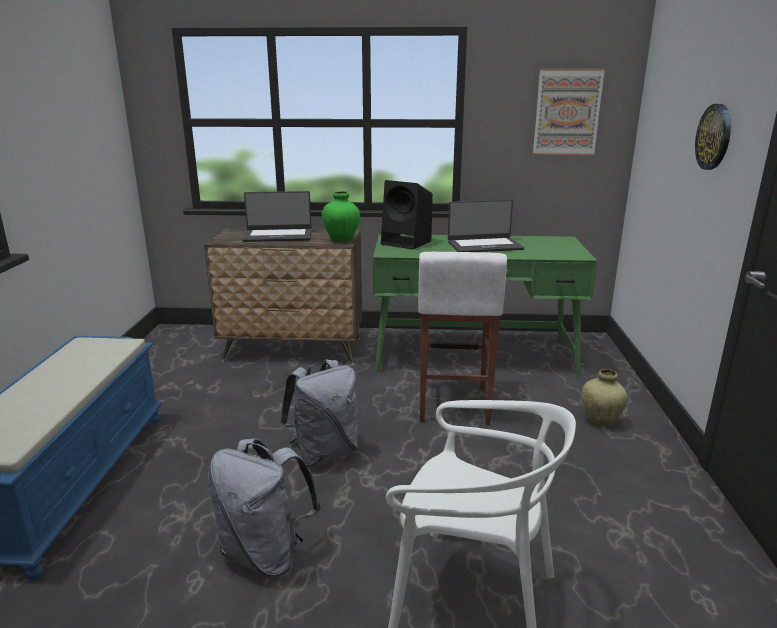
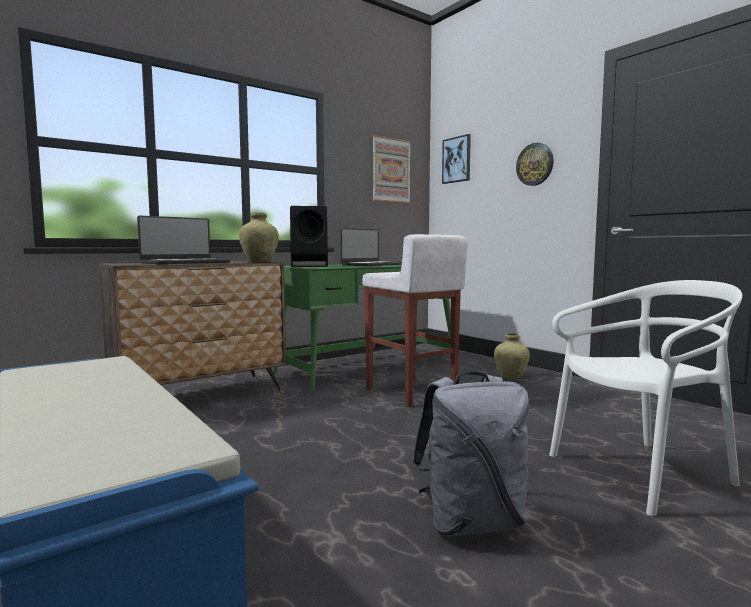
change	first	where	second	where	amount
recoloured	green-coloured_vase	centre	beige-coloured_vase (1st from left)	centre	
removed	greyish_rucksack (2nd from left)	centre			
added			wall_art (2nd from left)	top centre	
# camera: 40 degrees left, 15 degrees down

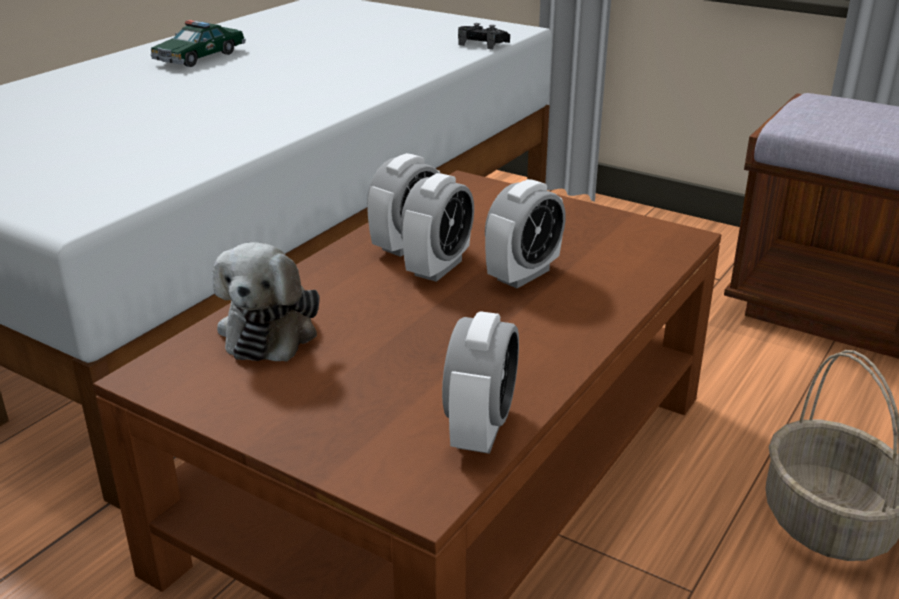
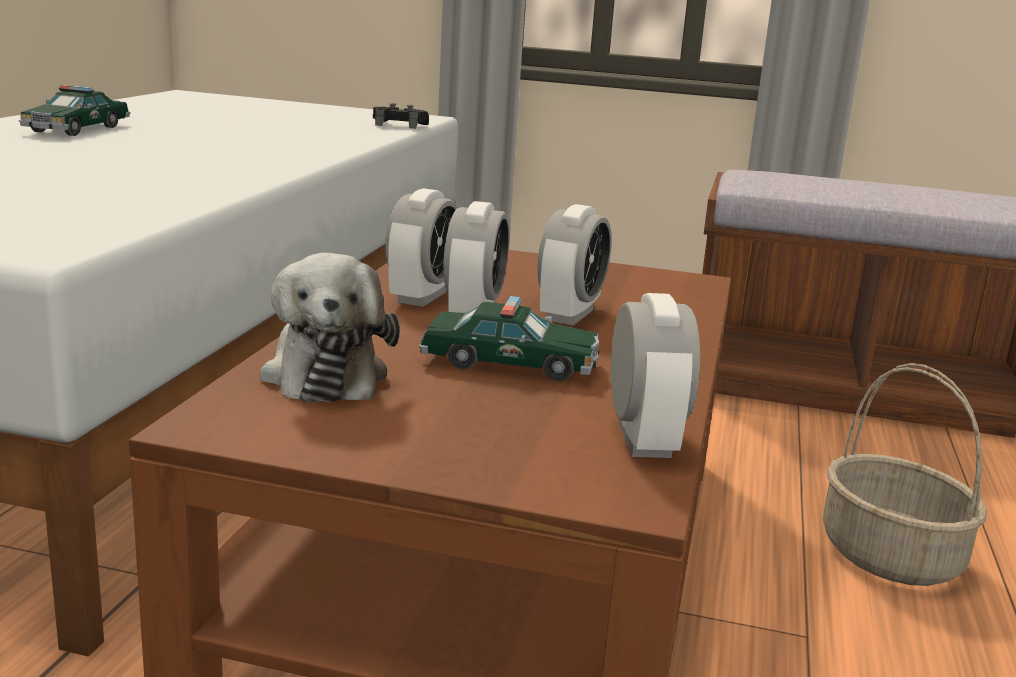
change	first	where	second	where	amount
added			miniature_car (2nd from left)	centre	
# camera: 20 degrees left, 10 degrees down

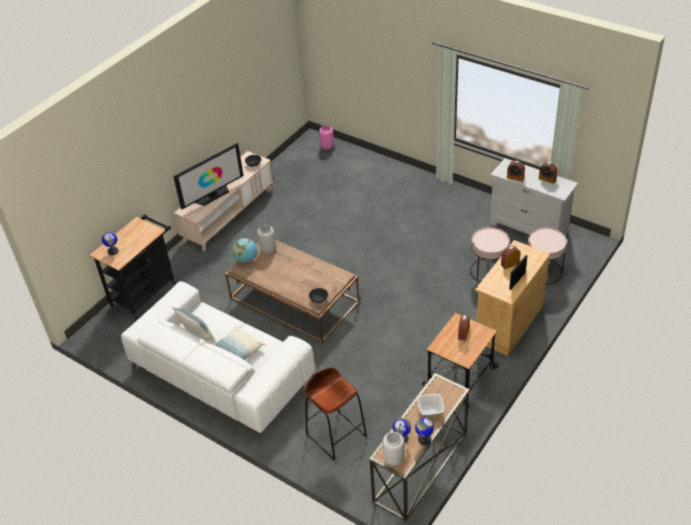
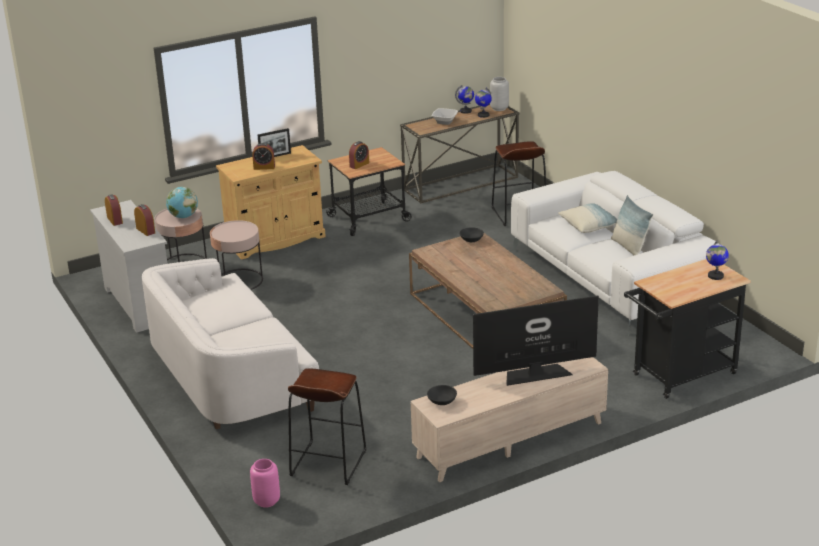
change	first	where	second	where	amount
removed	greyish_vase (1st from left)	centre			
moved	world_globe (2nd from left in the first image)	centre	world_globe (1st from left)	middle left	
added			whitish_sofa (1st from left)	middle left	
added			brown_stool_seat (1st from left)	bottom centre	
# camera: 155 degrees left, 15 degrees down

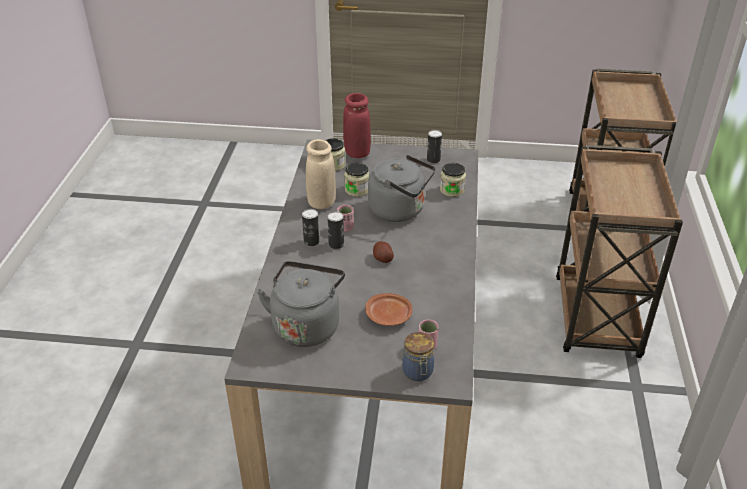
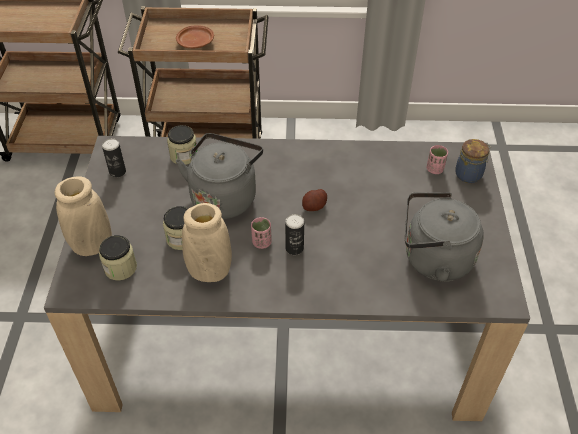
change	first	where	second	where	amount
recoloured	red_vase	top centre	beige-coloured_vase (1st from left)	middle left	
removed	can (1st from left)	centre			
moved	brown_dinner_plate	centre		top centre	
# camera: 95 degrees left, 10 degrees up

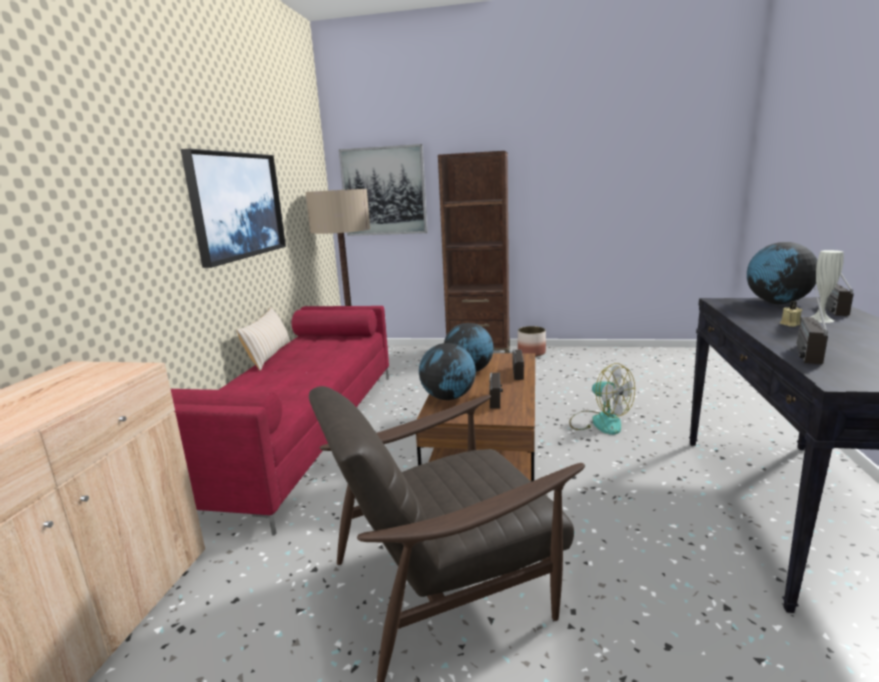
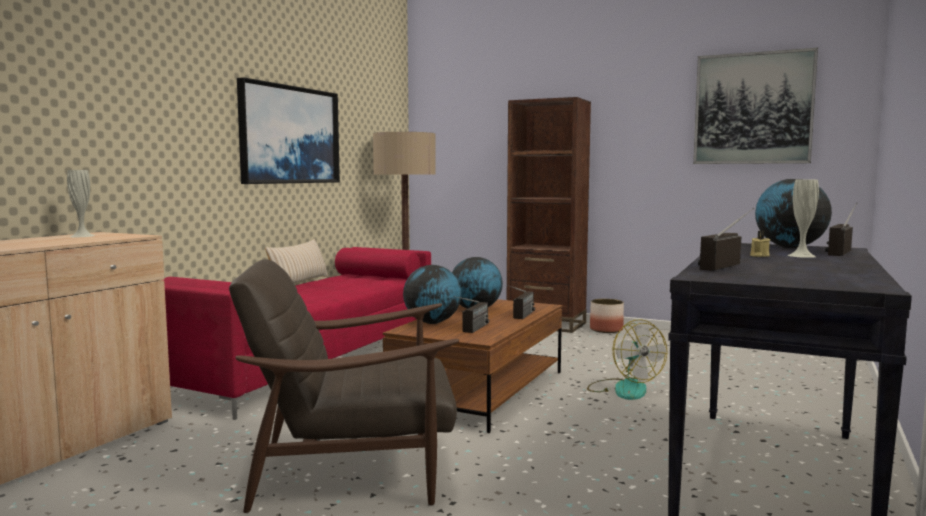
change	first	where	second	where	amount
moved	wall_art (2nd from left)	top centre		top right	
added			whitish_vase (1st from left)	middle left	
# camera: 15 degrees right, 10 degrees down

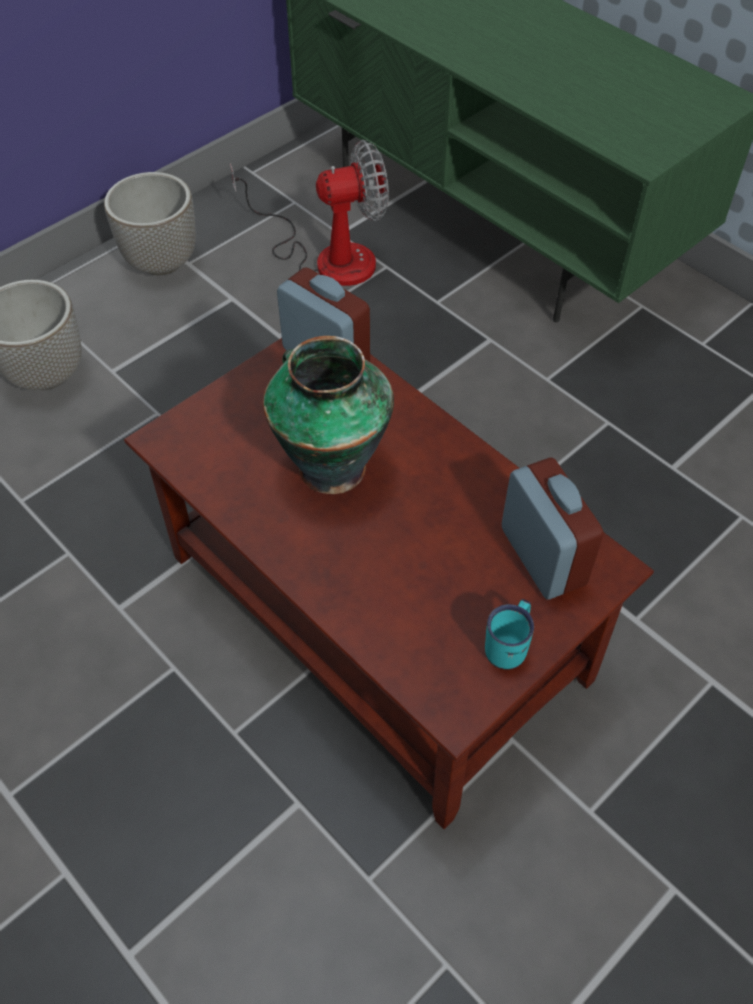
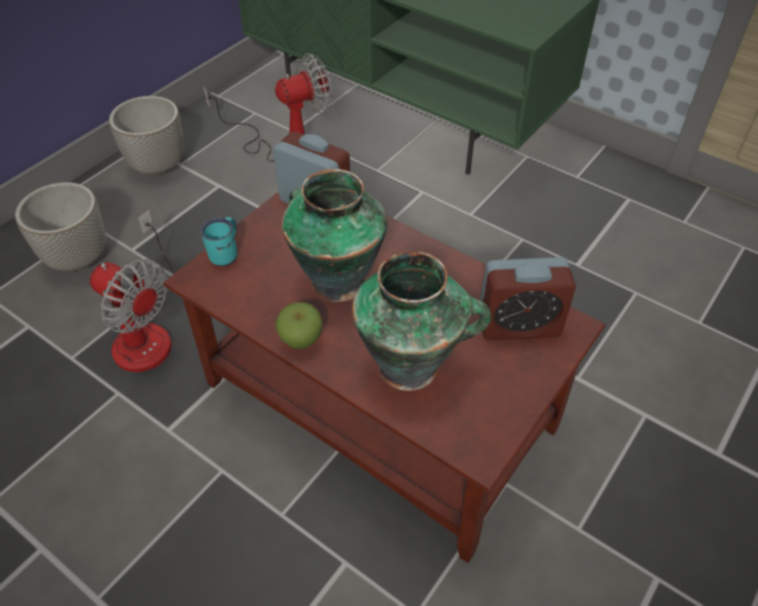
change	first	where	second	where	amount
turned	table_clock (2nd from left)	middle right		middle right	120 degrees clockwise
moved	turquoise_tea_mug	middle right		middle left	
added			fan (1st from left)	middle left	
added			vase (2nd from left)	centre	
added			apple_fruit	centre	
# camera: 10 degrees left, 5 degrees down

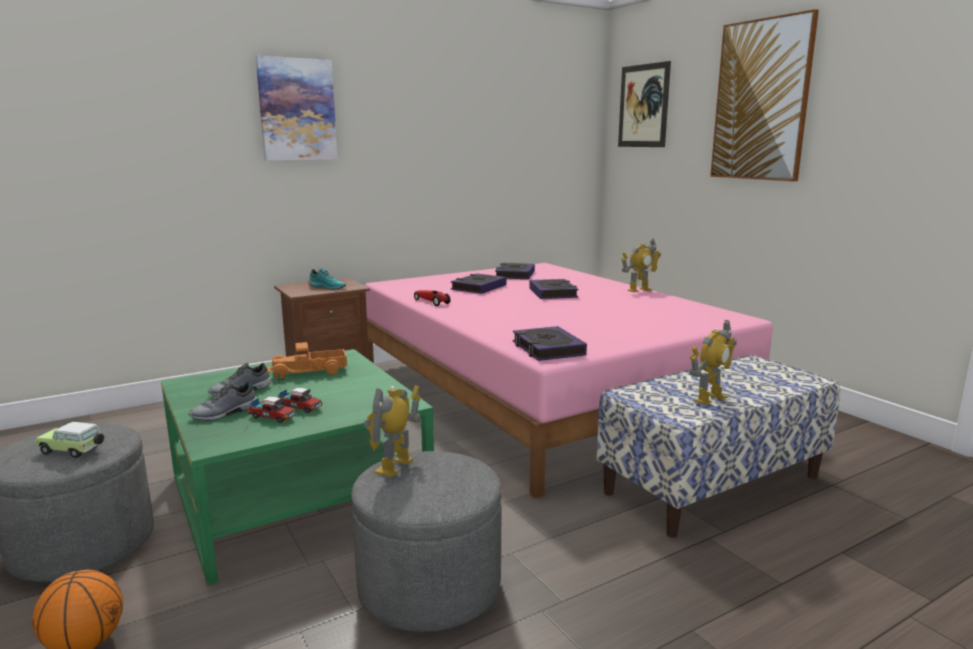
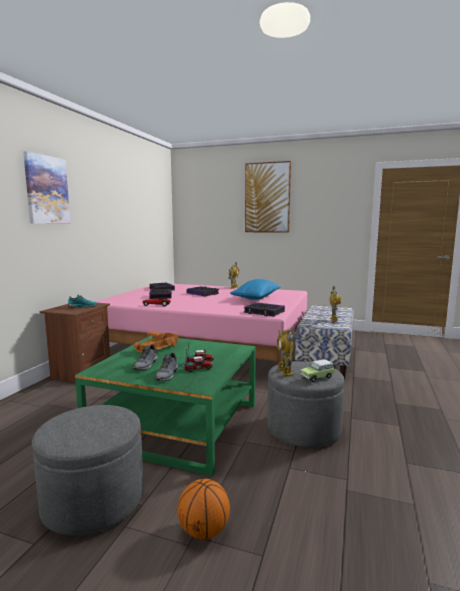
change	first	where	second	where	amount
removed	wall_art (2nd from left)	top centre			
moved	miniature_car (1st from left in the first image)	bottom left	miniature_car (2nd from left)	middle right	
added			bluish_pillow	centre	
# camera: 40 degrees left, 5 degrees down

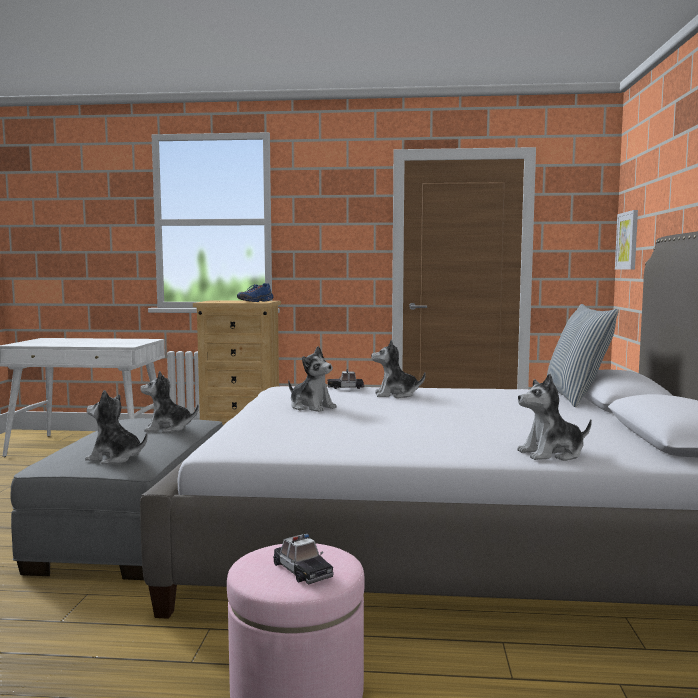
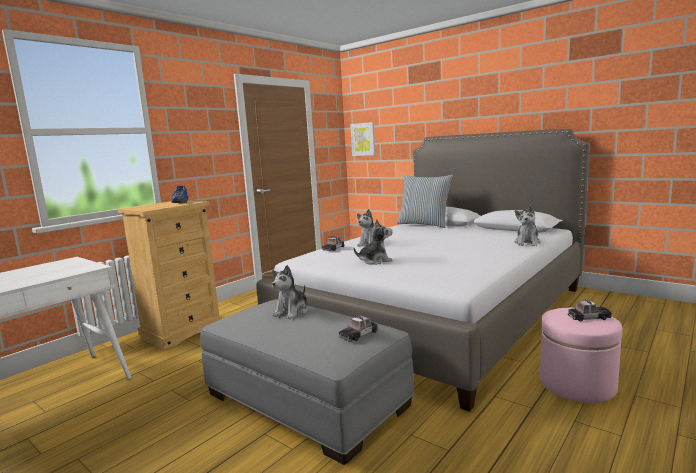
change	first	where	second	where	amount
replaced	cuddly_toy (1st from left)	middle left	miniature_car (2nd from left)	bottom centre	
# camera: 55 degrees left, 5 degrees up

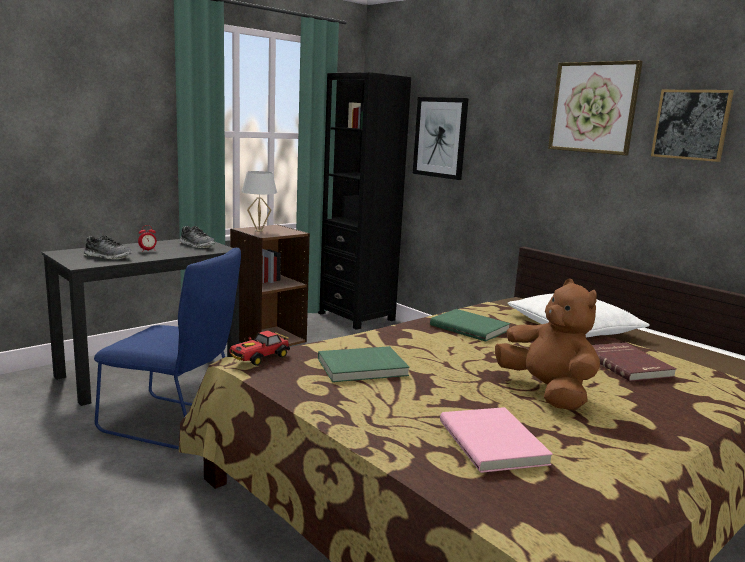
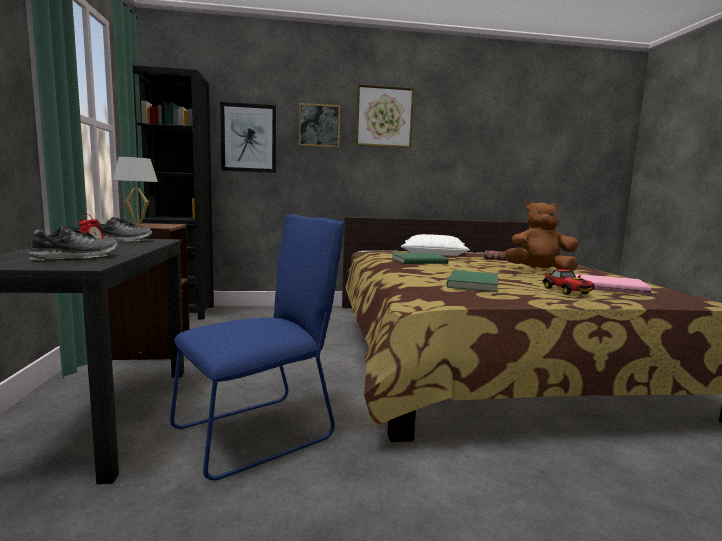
change	first	where	second	where	amount
moved	wall_art (3rd from left in the first image)	top right	wall_art (2nd from left)	top centre	
moved	miniature_car	centre		middle right	
# camera: 55 degrees left, 5 degrees down

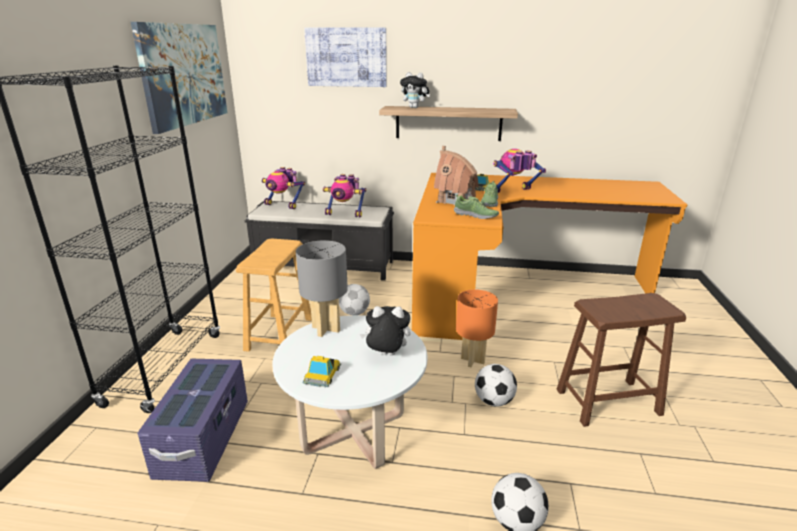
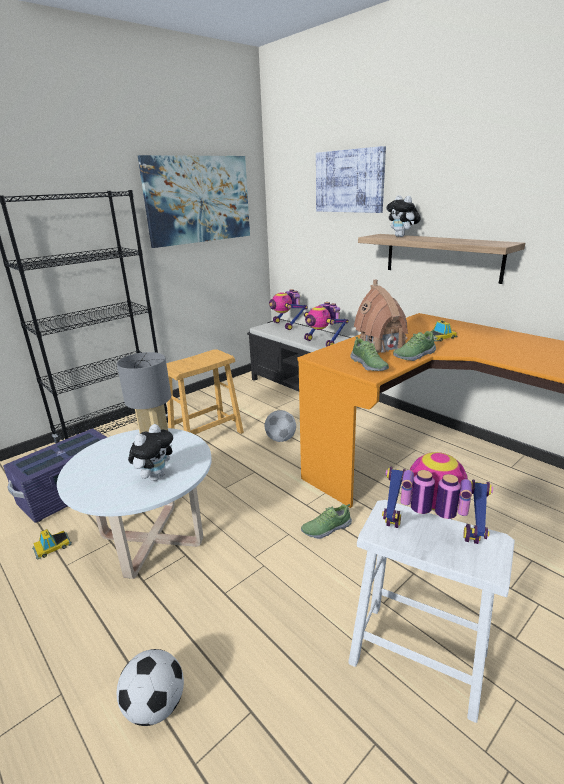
change	first	where	second	where	amount
moved	robot_figure (3rd from left)	top centre		middle right	
replaced	orange_table_lamp	centre	low_shoe (1st from left)	centre	
recoloured	brown_stool_seat (2nd from left)	bottom right	whitish_stool_seat	bottom right	
turned	cuddly_toy (1st from left)	centre		middle left	75 degrees clockwise
moved	miniature_car (1st from left)	bottom centre		bottom left	
removed	football (2nd from left)	bottom centre			
# camera: 40 degrees right, 0 degrees up

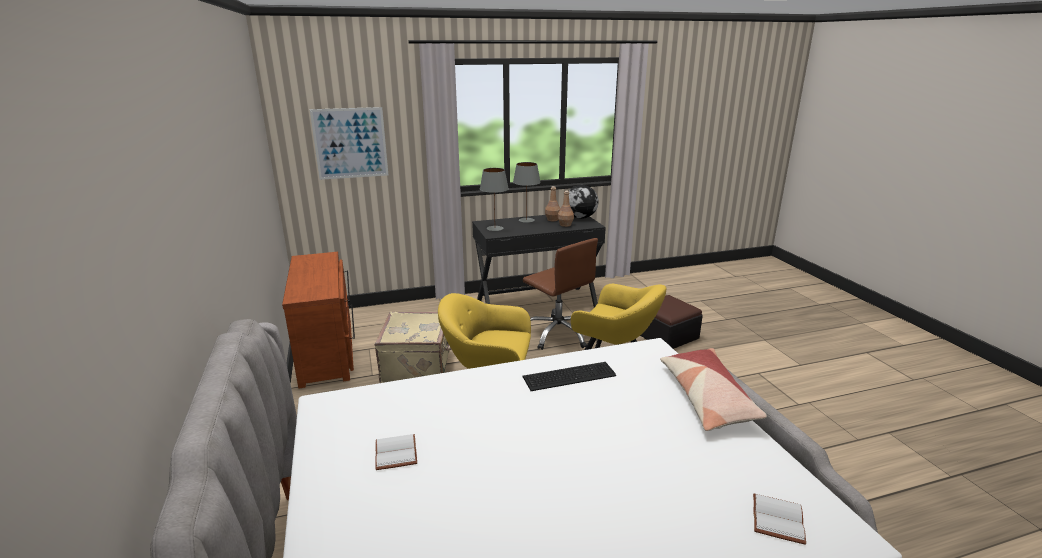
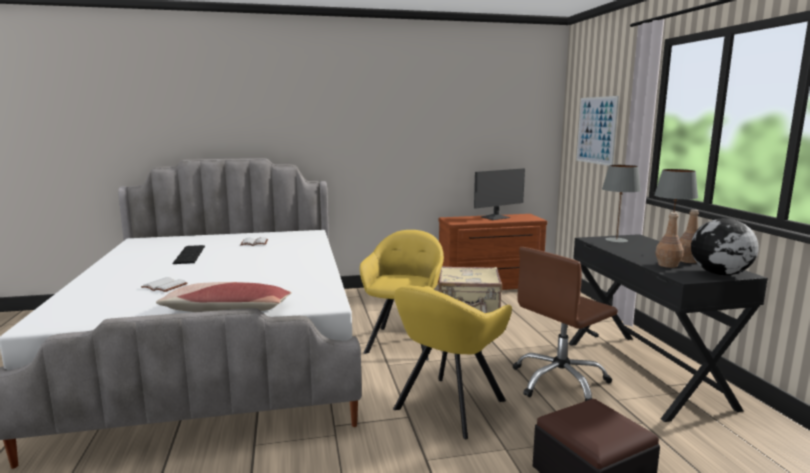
change	first	where	second	where	amount
moved	computer_keyboard	bottom centre		middle left	
moved	whitish_volume (2nd from left in the first image)	bottom right	whitish_volume (1st from left)	middle left	
added			computer_screen	centre	
# camera: 95 degrees right, 10 degrees down

